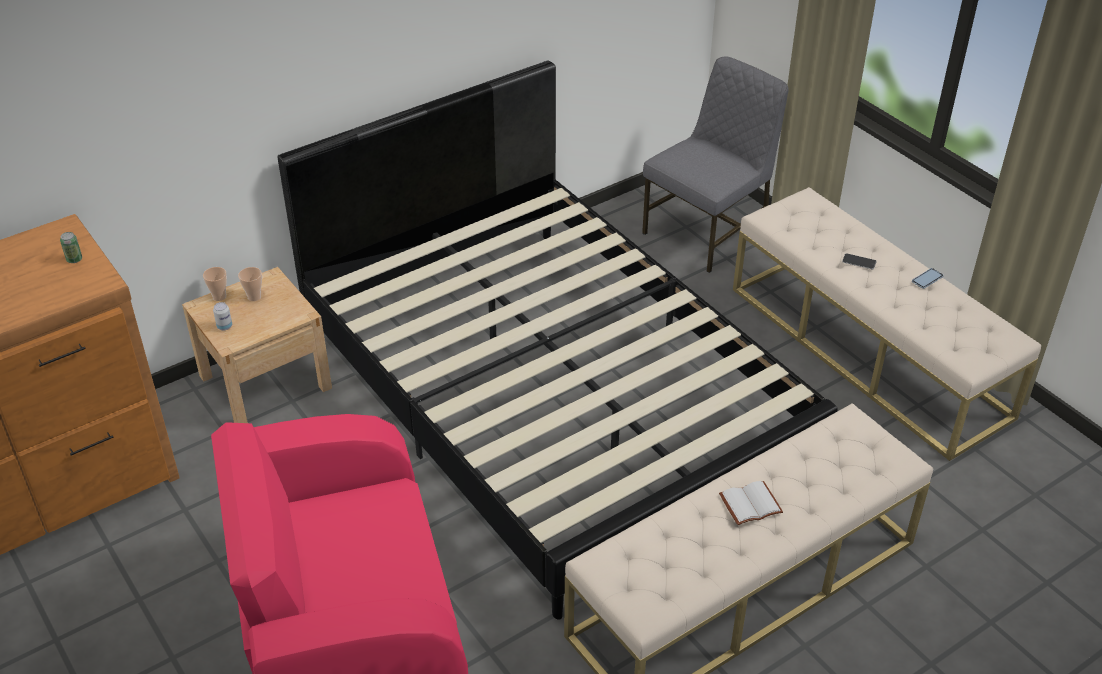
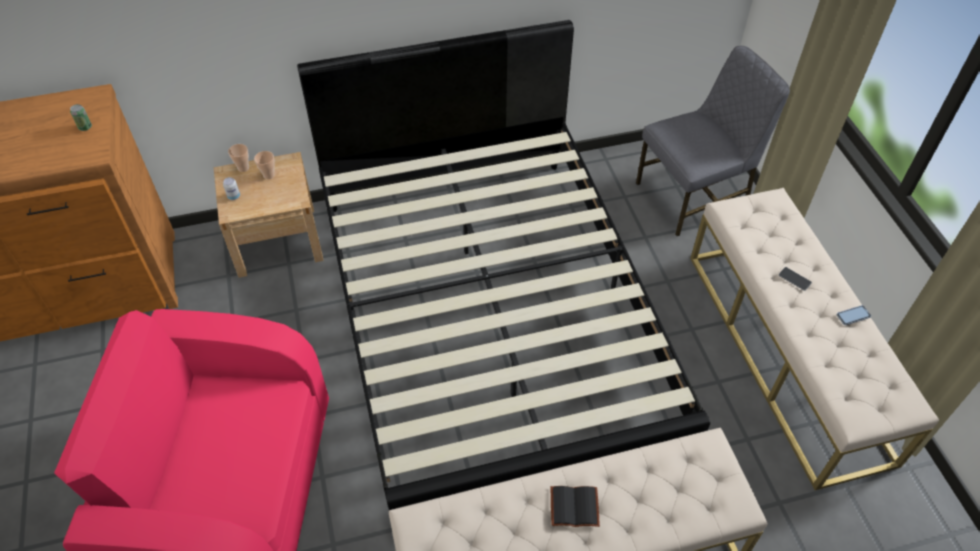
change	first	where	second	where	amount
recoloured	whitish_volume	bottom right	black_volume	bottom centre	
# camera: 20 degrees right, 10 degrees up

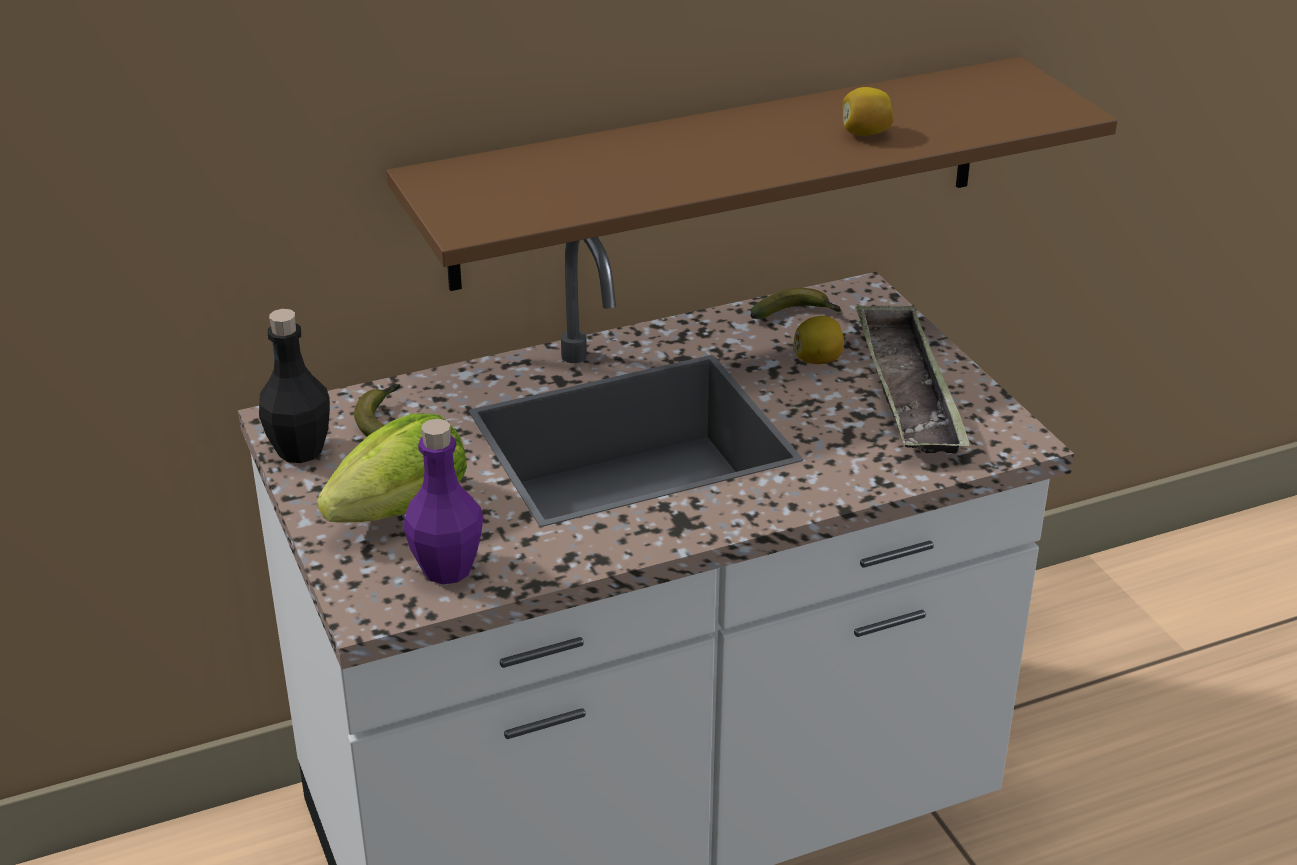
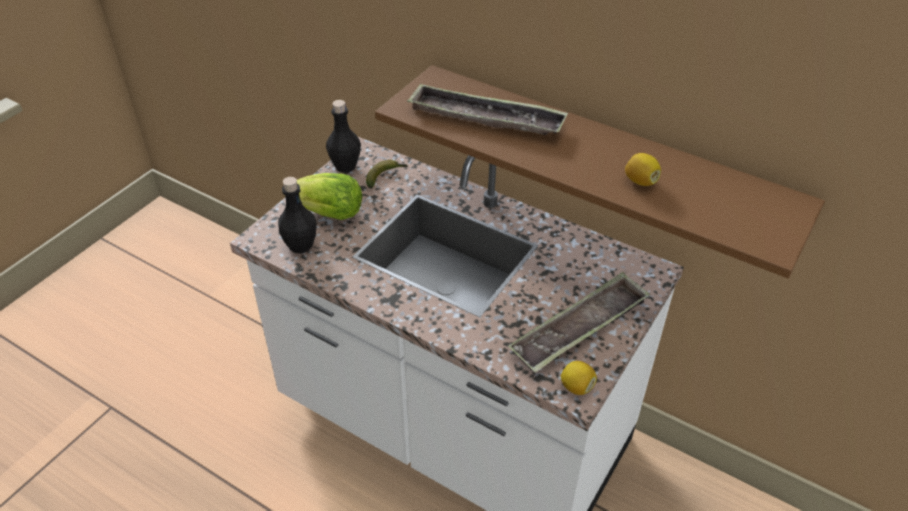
change	first	where	second	where	amount
removed	banana (2nd from left)	centre			
moved	citrus_fruit (1st from left)	centre		bottom centre	
recoloured	purplish_beverage_bottle	centre	black_beverage_bottle (1st from left)	middle left	
added			tray (1st from left)	top centre	
# camera: 55 degrees right, 10 degrees up

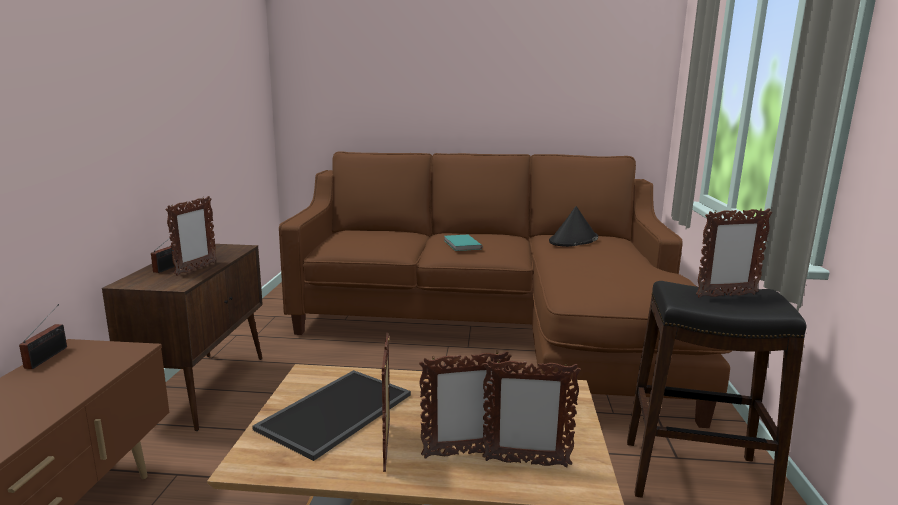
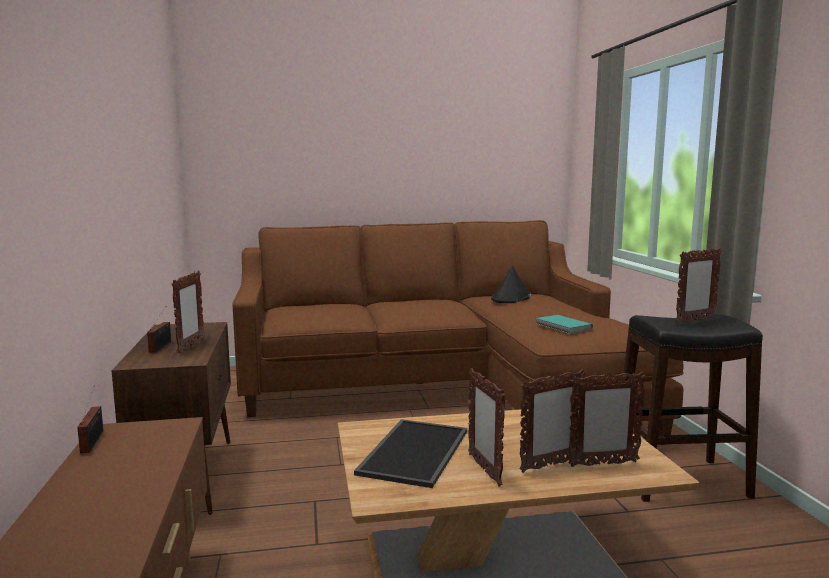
change	first	where	second	where	amount
moved	turquoise_volume	centre		middle right	
# camera: 15 degrees left, 5 degrees down

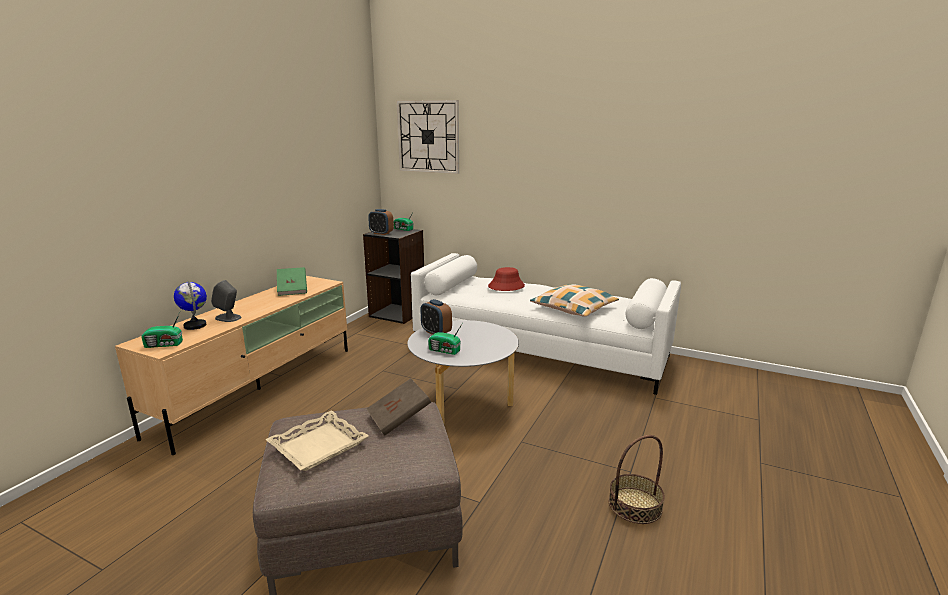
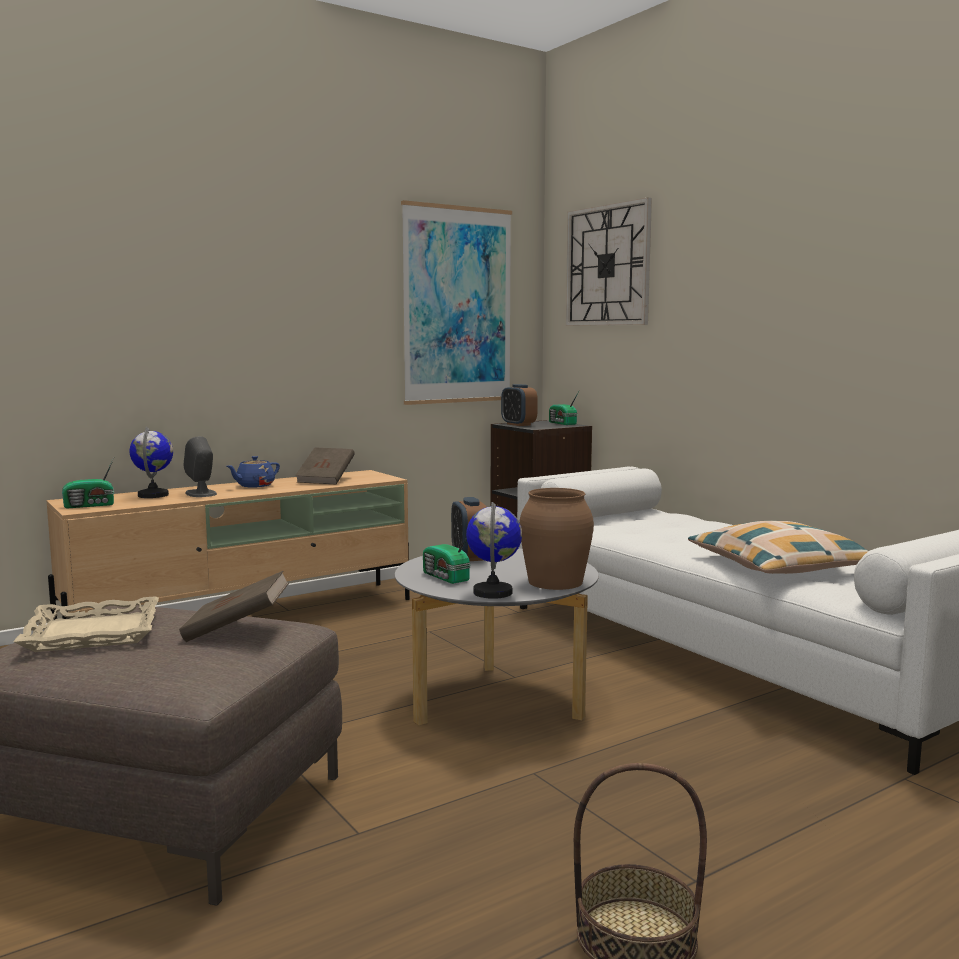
change	first	where	second	where	amount
recoloured	green-coloured_volume	middle left	brown_volume (2nd from left)	centre	
removed	red_hat	centre			
turned	radio (1st from left)	middle left		middle left	45 degrees counterclockwise
added			wall_art	top centre	
added			bluish_pot_for_tea	middle left	
added			brown_vase	centre	
added			world_globe (2nd from left)	centre	
# camera: 30 degrees right, 10 degrees down

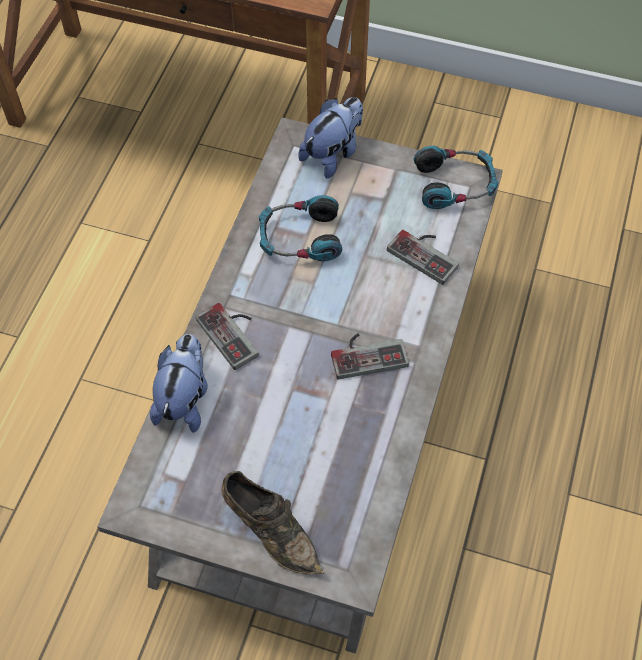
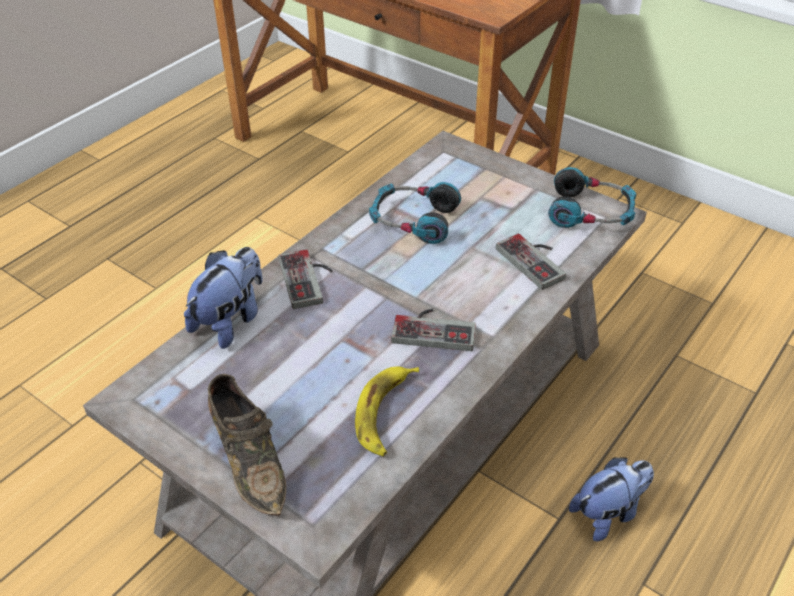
change	first	where	second	where	amount
moved	cuddly_toy (2nd from left)	top centre		bottom right	
added			banana	bottom centre	
# camera: 20 degrees right, 15 degrees down

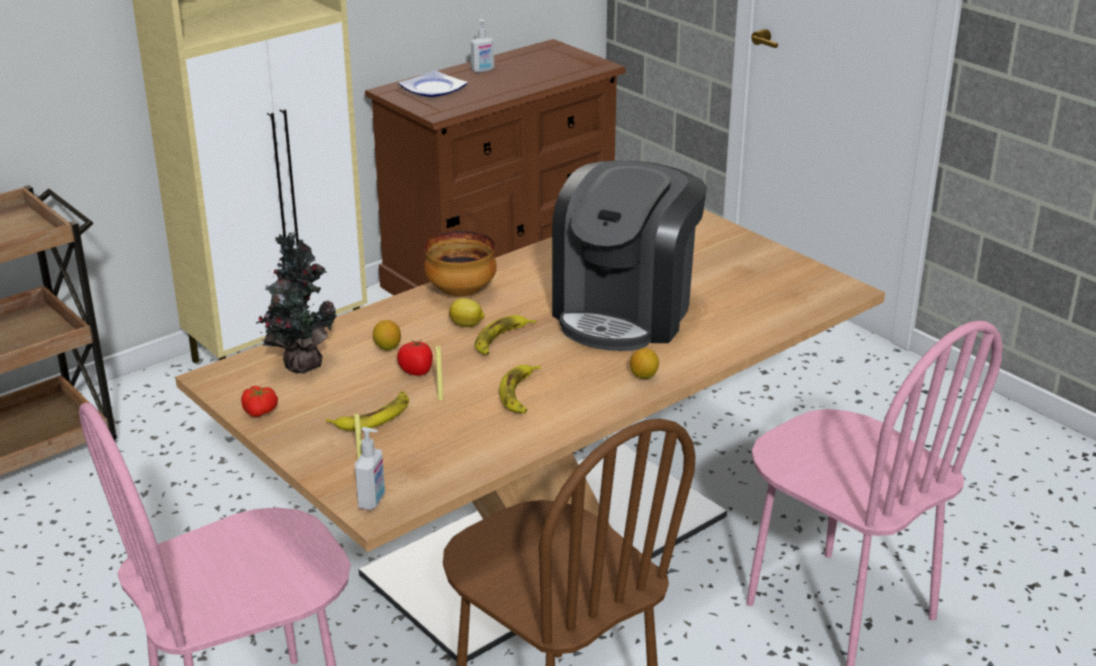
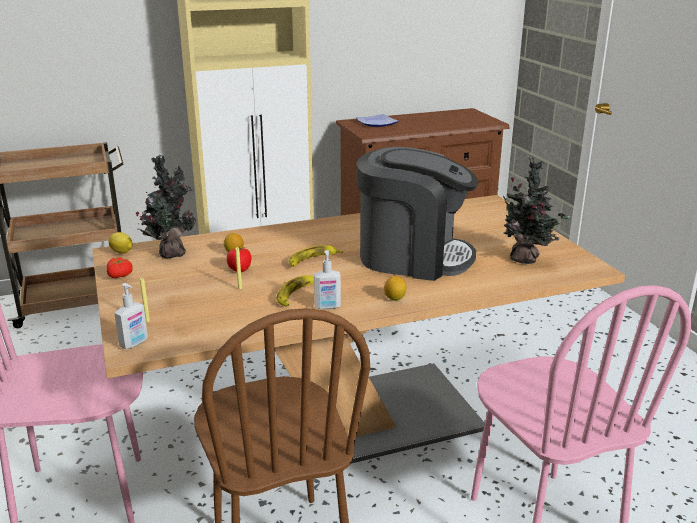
change	first	where	second	where	amount
moved	soap_bottle (2nd from left)	top centre		centre	
turned	coffee_brewer	centre		centre	120 degrees counterclockwise
removed	bowl	centre			
moved	citrus_fruit (2nd from left in the first image)	centre	citrus_fruit (1st from left)	middle left	
removed	banana (1st from left)	centre			
added			plant_in_a_pot (2nd from left)	middle right	
# camera: 20 degrees right, 5 degrees down

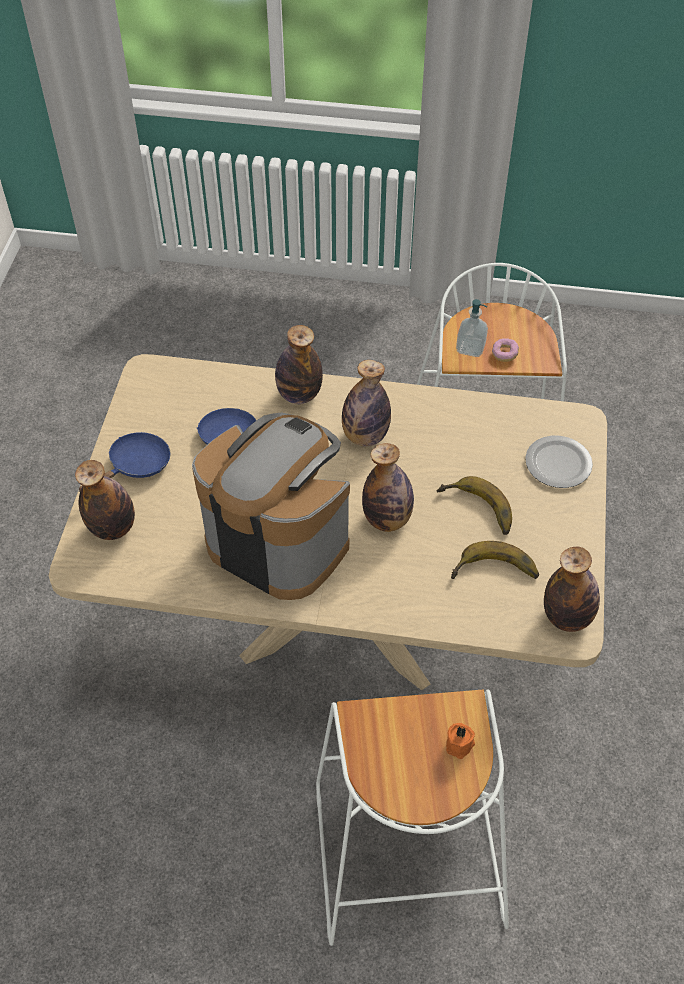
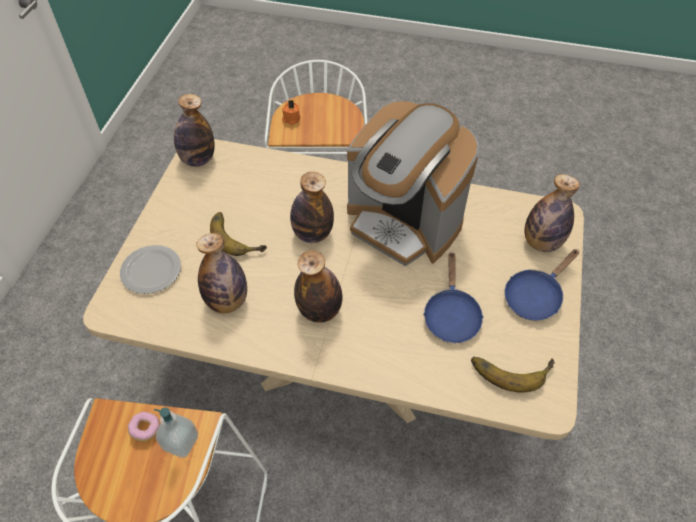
change	first	where	second	where	amount
moved	beverage_bottle (2nd from left)	centre		middle left	
moved	banana (2nd from left)	middle right		bottom right	
# camera: 175 degrees left, 0 degrees up

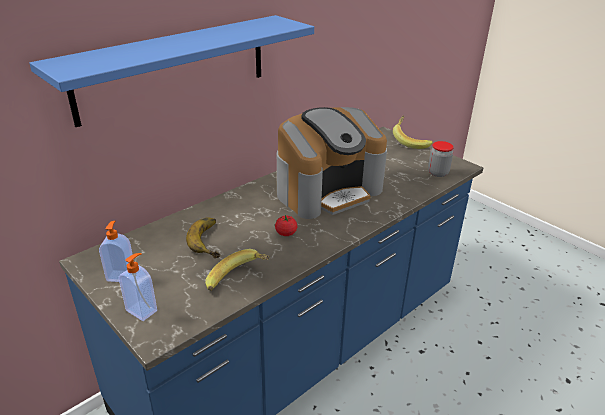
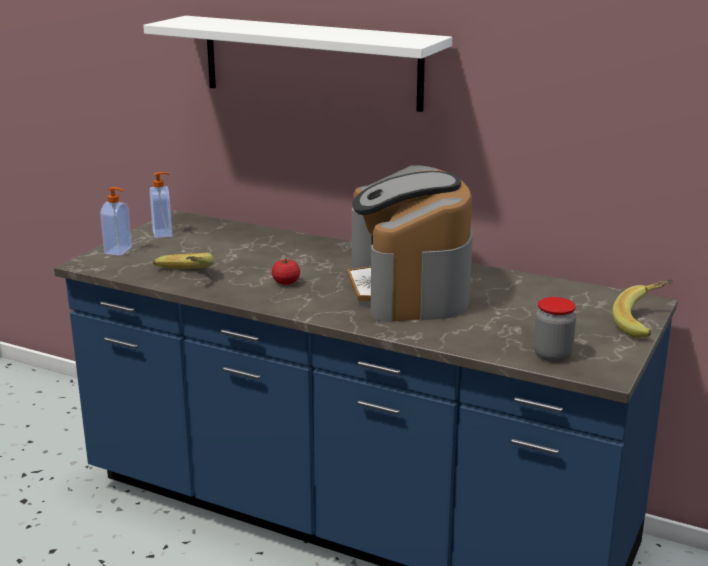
change	first	where	second	where	amount
recoloured	bluish_wall_shelf	top left	whitish_wall_shelf	top centre	
turned	coffee_brewer	centre		centre	45 degrees clockwise
removed	banana (1st from left)	centre			
# camera: 70 degrees right, 10 degrees down

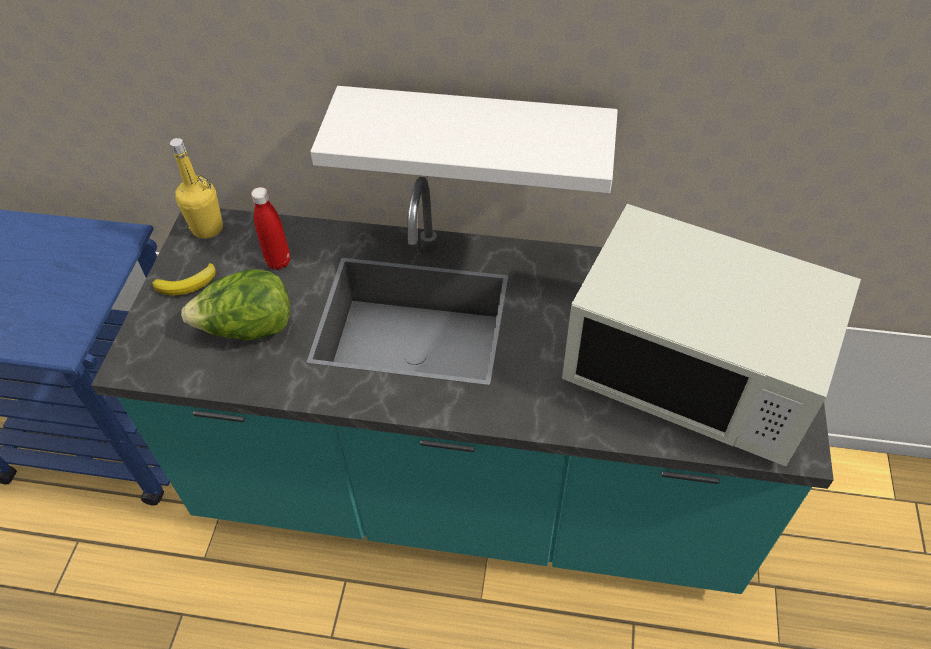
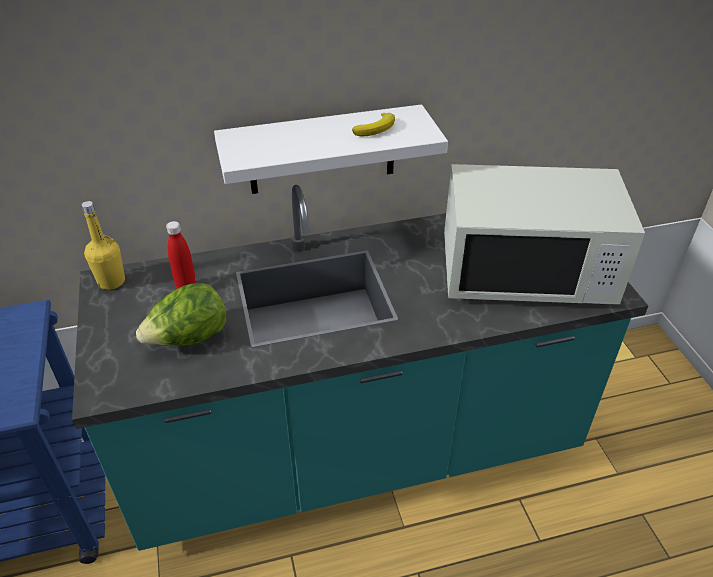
change	first	where	second	where	amount
moved	banana	middle left		top centre	
# camera: 25 degrees left, 10 degrees down

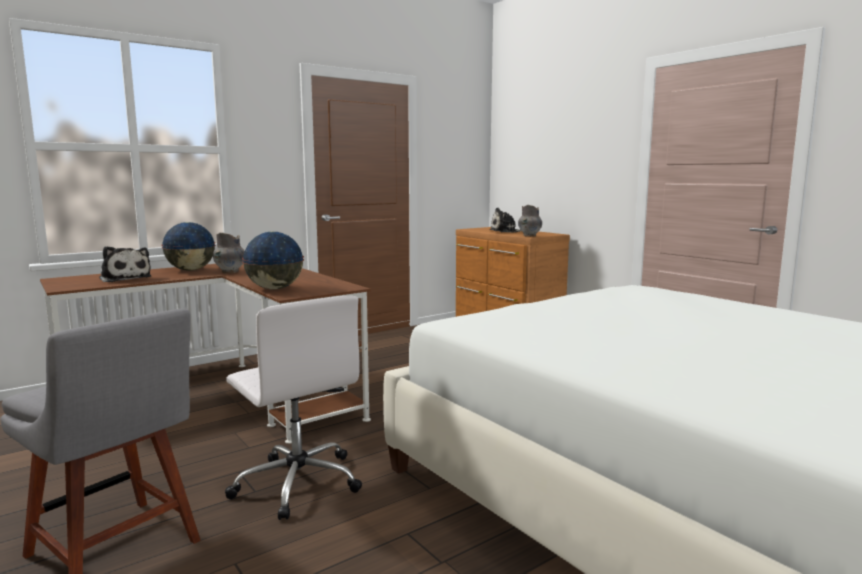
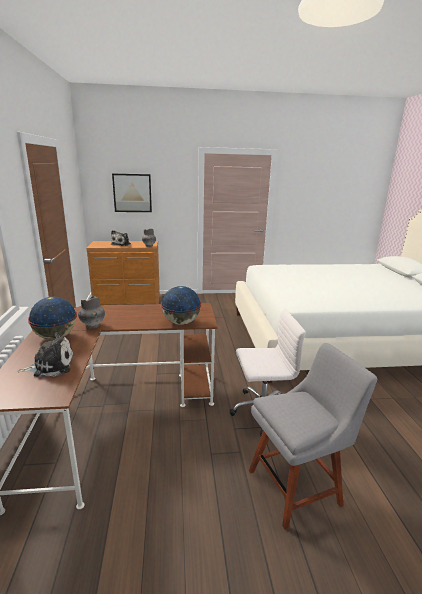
change	first	where	second	where	amount
added			wall_art	top left	
# camera: 60 degrees left, 10 degrees up

